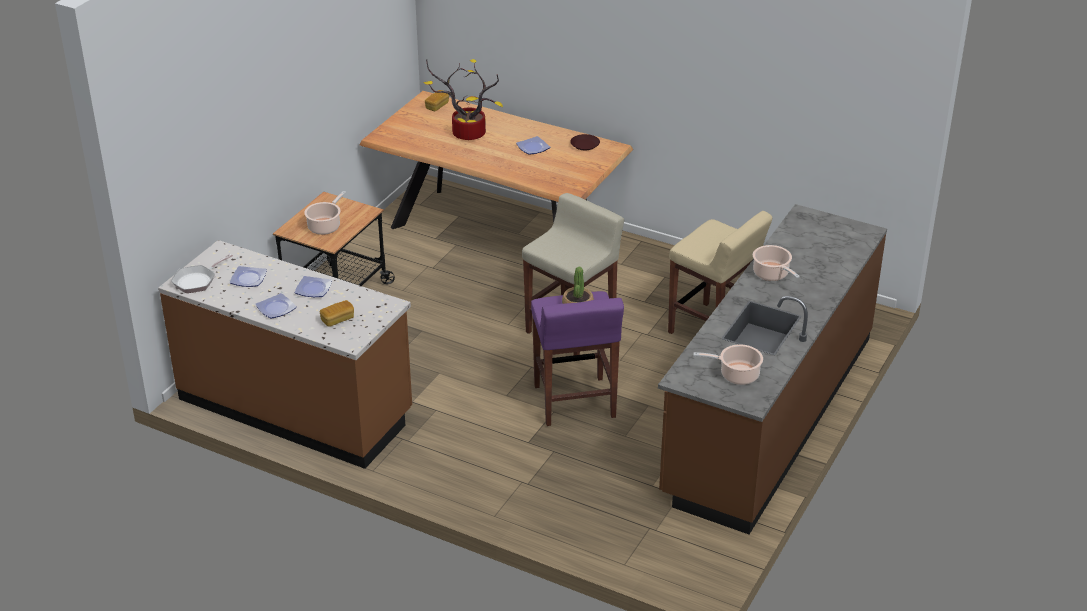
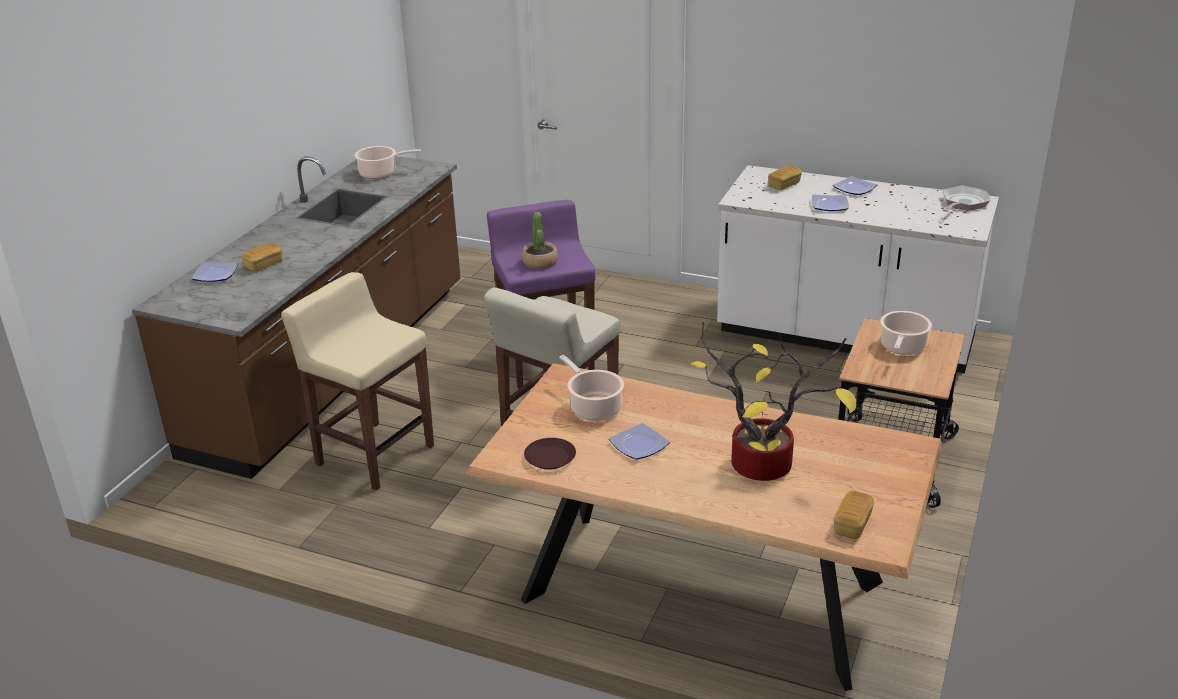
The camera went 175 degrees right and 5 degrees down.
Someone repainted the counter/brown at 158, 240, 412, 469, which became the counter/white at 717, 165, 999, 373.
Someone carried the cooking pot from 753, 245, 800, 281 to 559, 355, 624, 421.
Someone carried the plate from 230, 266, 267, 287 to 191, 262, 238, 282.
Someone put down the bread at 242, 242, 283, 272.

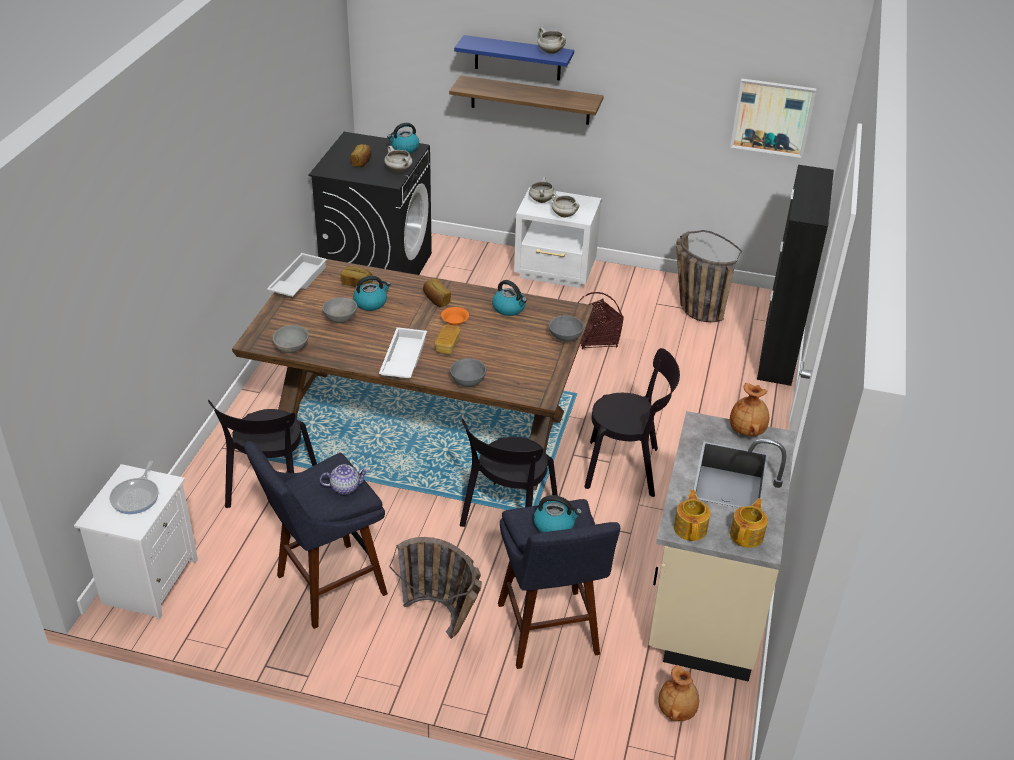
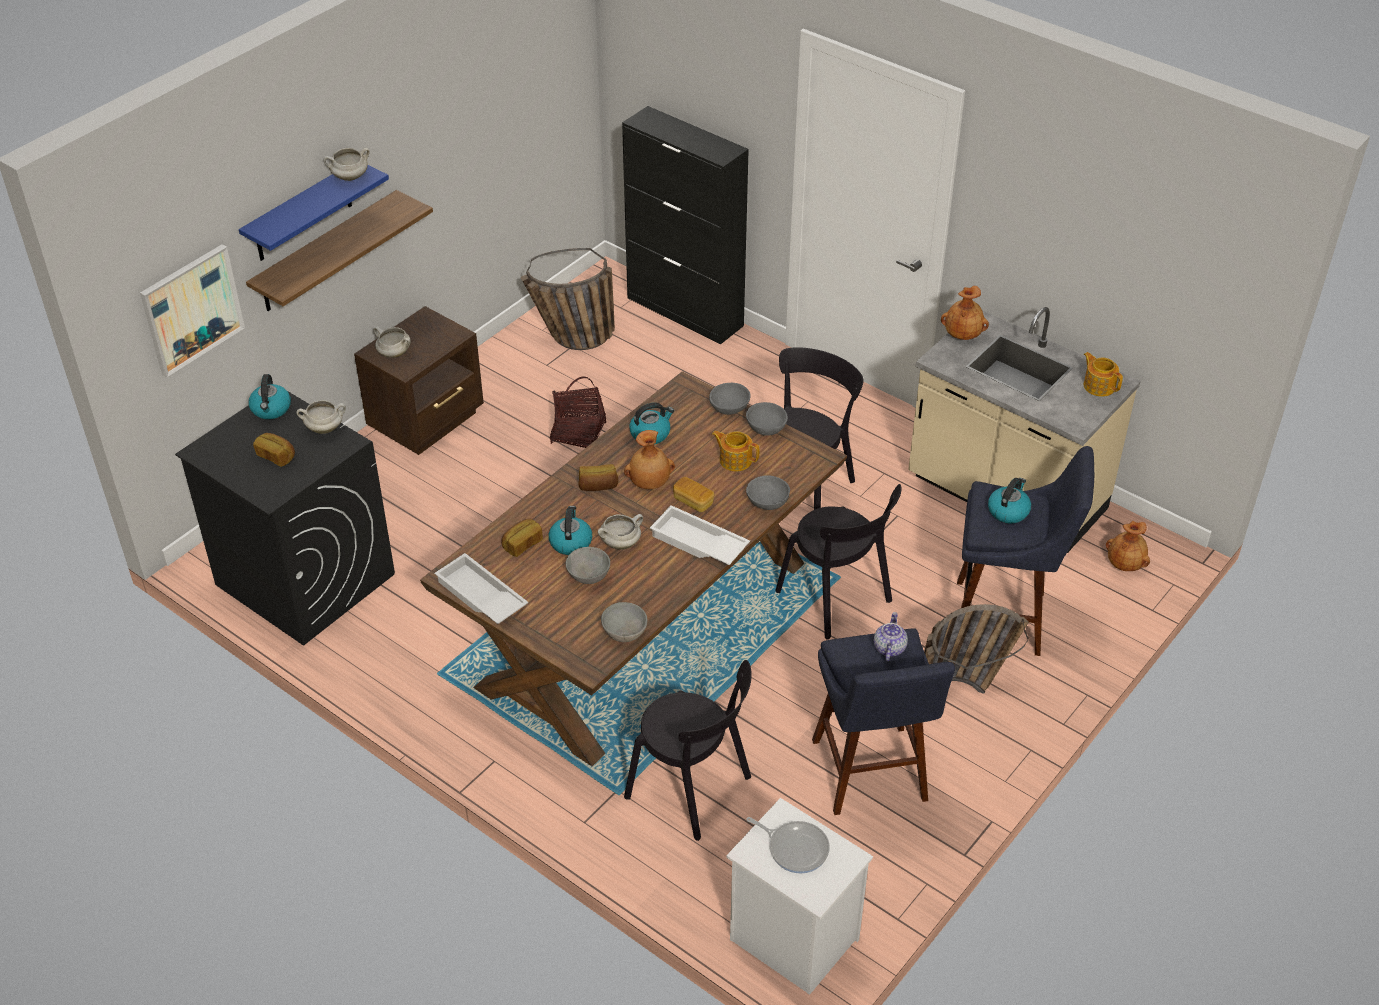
The camera went 65 degrees left and 5 degrees up.
Someone carried the picture from 730, 78, 816, 158 to 140, 244, 245, 377.
Someone repainted the nightstand/white at 514, 187, 602, 288, which became the nightstand/brown at 354, 306, 484, 455.
Someone carried the cooking pot/white from 551, 193, 579, 218 to 597, 514, 643, 550.
Someone swapped the bowl/orange at 441, 307, 469, 325 for the vase/brown at 624, 430, 675, 489.
Someone carried the teapot from 674, 490, 710, 541 to 712, 431, 759, 471.
Someone put down the bowl/grey at 746, 402, 788, 436.

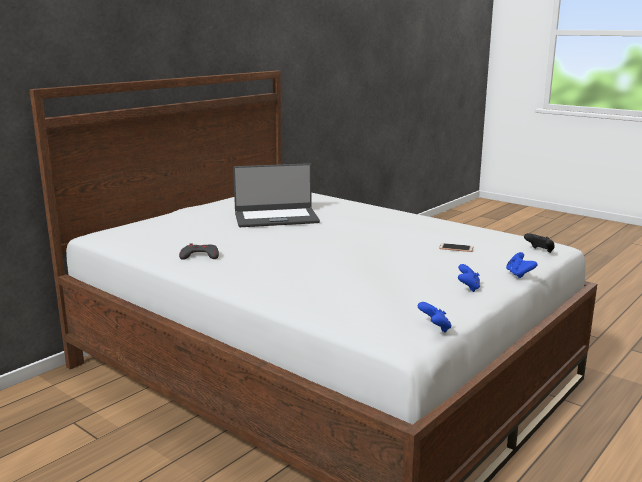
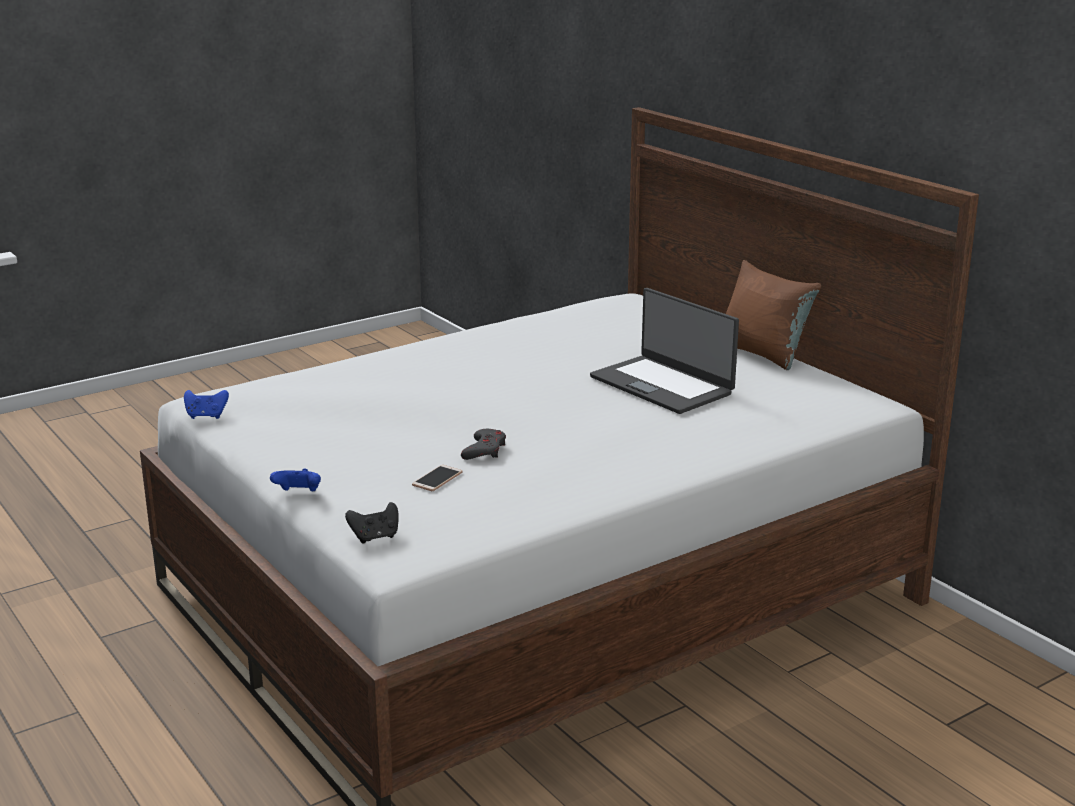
The camera went 105 degrees right and 5 degrees up.
Someone rotated the laptop at 233, 163, 320, 227 by 45 degrees counterclockwise.
Someone carried the game controller/grey from 179, 243, 219, 260 to 461, 429, 506, 460.
Someone took away the game controller/blue at 458, 264, 480, 292.
Someone put down the pillow/brown at 726, 260, 821, 370.

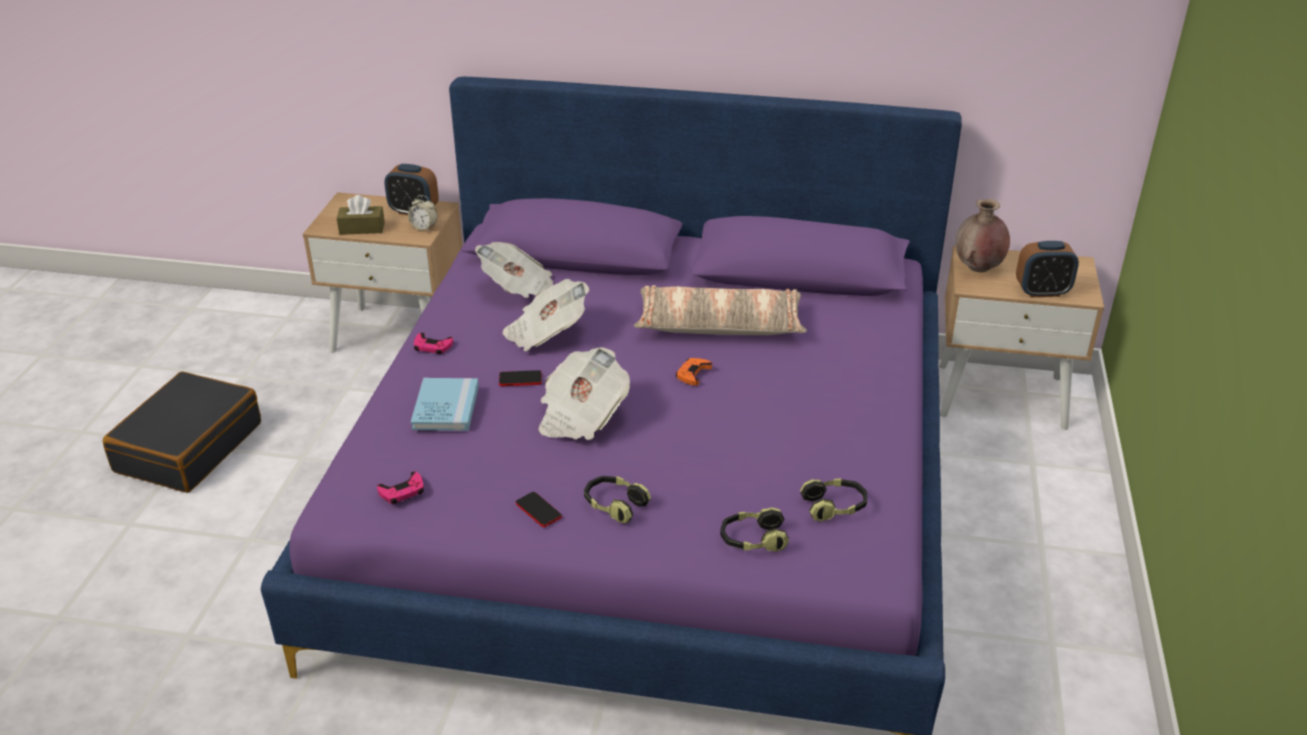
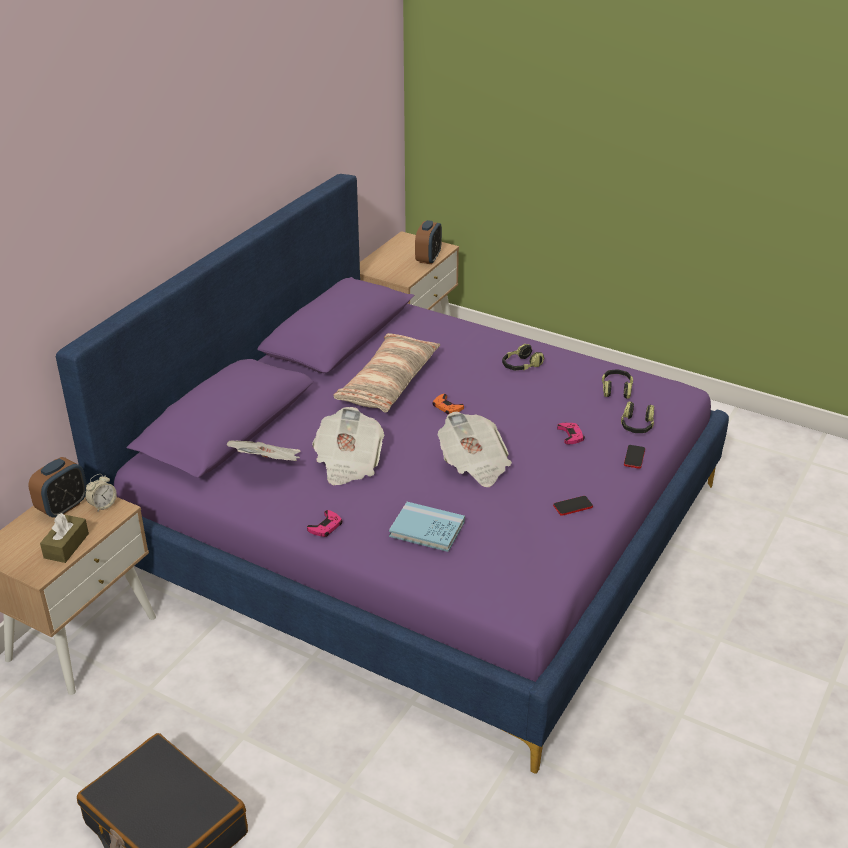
The camera went 70 degrees left and 0 degrees up.
Someone took away the vase/brown at 956, 199, 1010, 272.
Someone carried the phone from 499, 370, 542, 386 to 624, 445, 645, 469.
Someone carried the game controller/pink from 377, 471, 424, 504 to 557, 423, 585, 444.
Someone carried the headphones from 584, 476, 651, 523 to 502, 344, 545, 370.

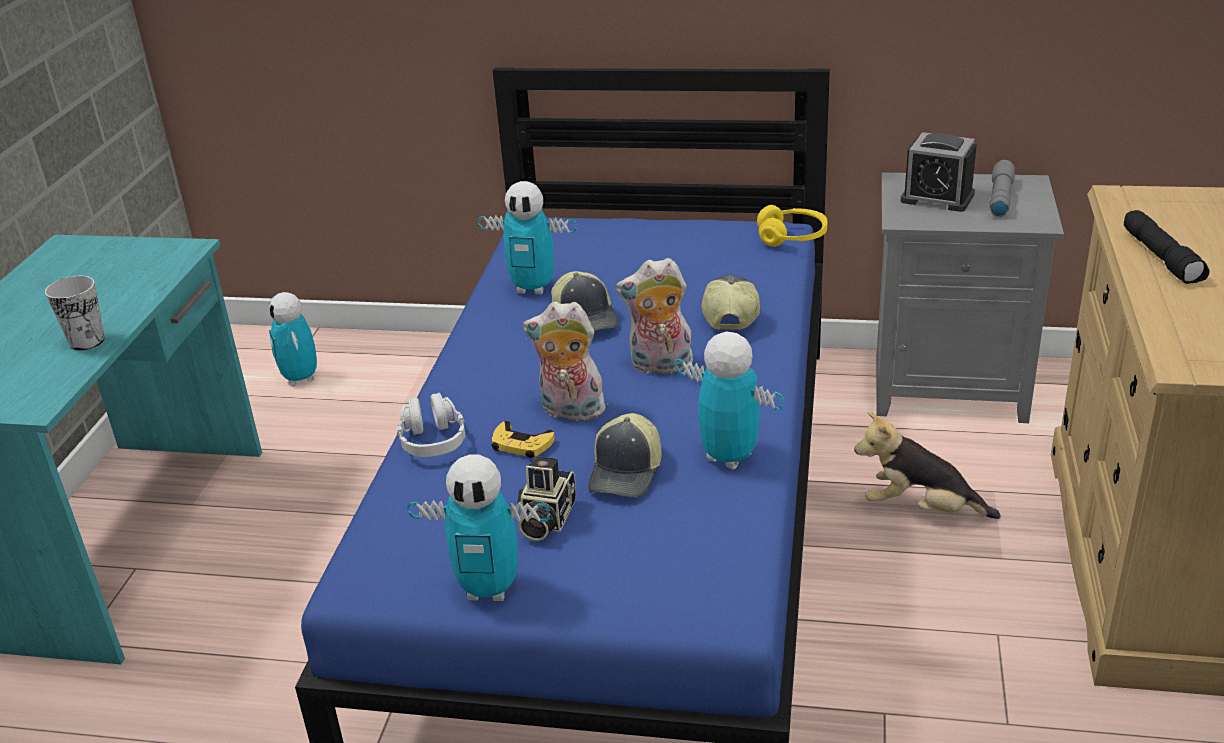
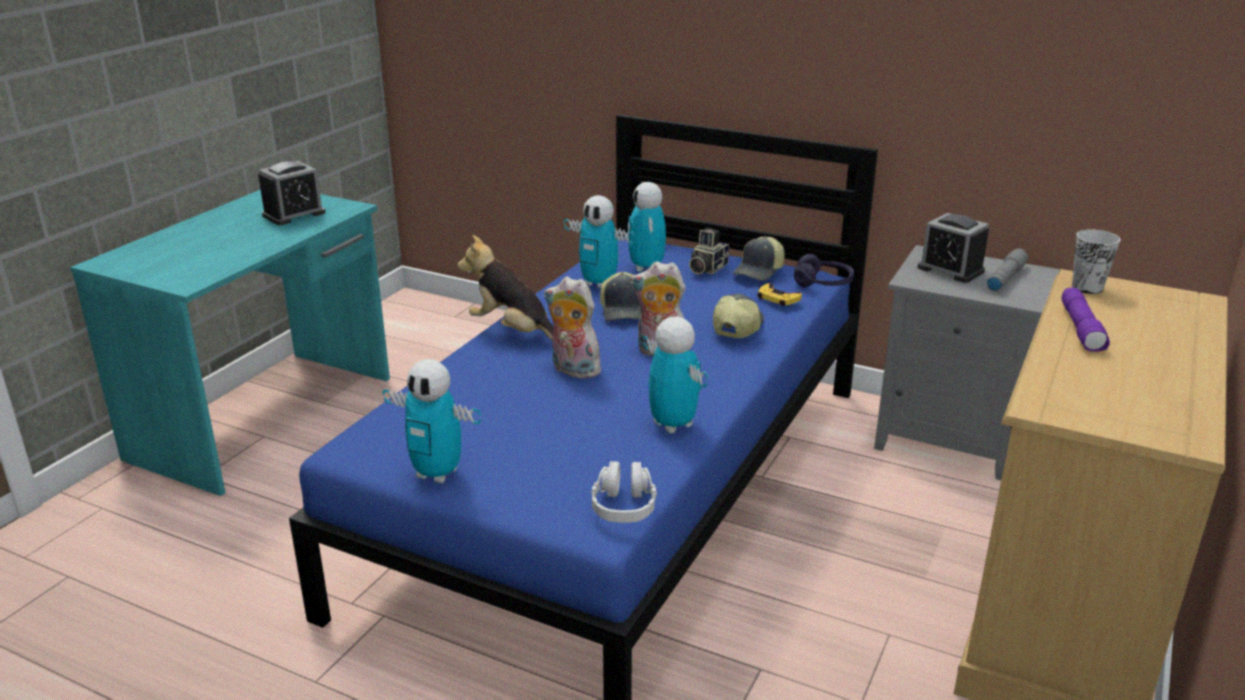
The camera went 15 degrees right and 5 degrees down.
Someone repainted the headphones/yellow at 757, 205, 827, 247, which became the headphones/purple at 794, 254, 854, 287.
Someone repainted the flashlight/black at 1124, 210, 1210, 284, which became the flashlight/purple at 1061, 288, 1110, 352.
Someone carried the cup from 45, 276, 105, 351 to 1072, 229, 1121, 294.
Someone carried the toy robot from 269, 292, 317, 386 to 628, 182, 666, 272.
Someone carried the headphones/grey from 397, 393, 465, 457 to 591, 461, 657, 523.
Someone carried the plush toy from 854, 412, 1000, 519 to 458, 235, 553, 340.
Someone carried the cap from 588, 413, 661, 497 to 733, 236, 785, 281.
Someone carried the game controller/yellow from 491, 421, 555, 458 to 757, 283, 802, 306.
Someone carried the photo camera from 517, 456, 576, 541 to 689, 228, 729, 274.
Someone put down the alarm clock at 258, 161, 326, 225.

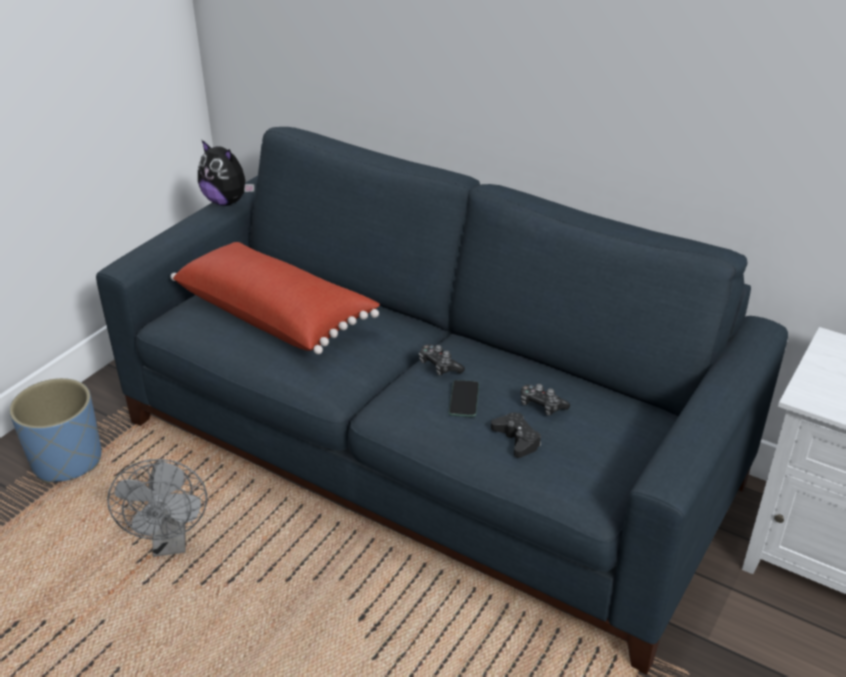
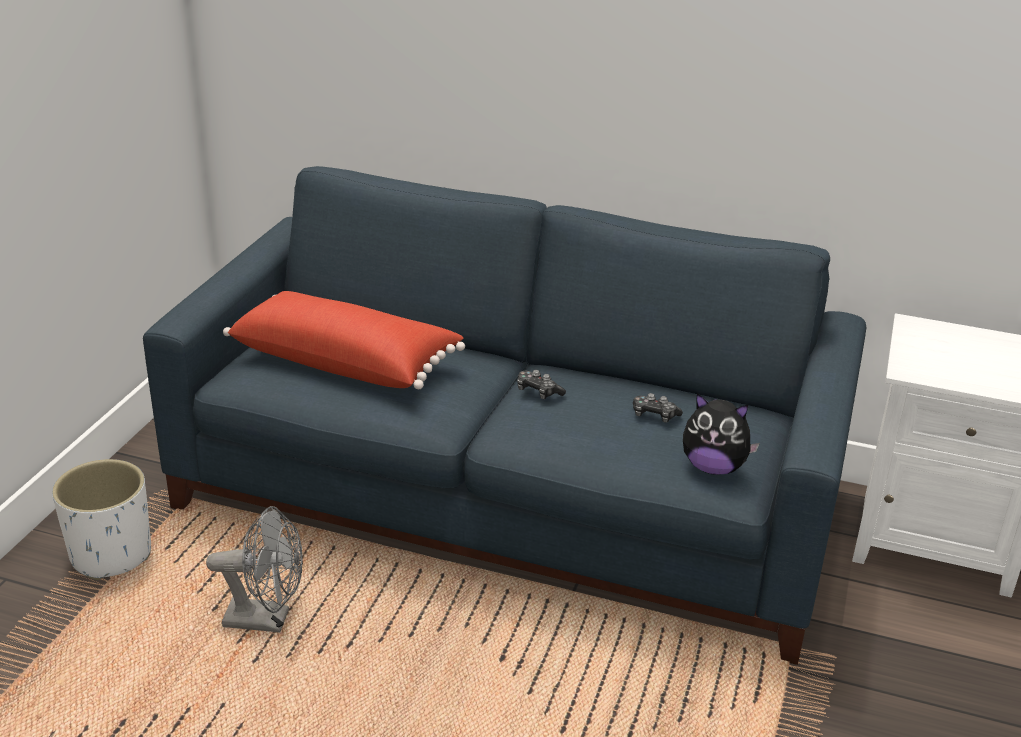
The camera went 15 degrees left and 5 degrees down.
Someone carried the plush toy from 198, 139, 254, 206 to 683, 393, 760, 475.
Someone repainted the planter/blue at 9, 378, 101, 483, which became the planter/white at 52, 459, 151, 580.
Someone took away the phone at 449, 380, 479, 417.
Someone took away the game controller/black at 491, 412, 541, 458.
Someone rotated the fan/grey at 107, 459, 207, 557 by 60 degrees counterclockwise.

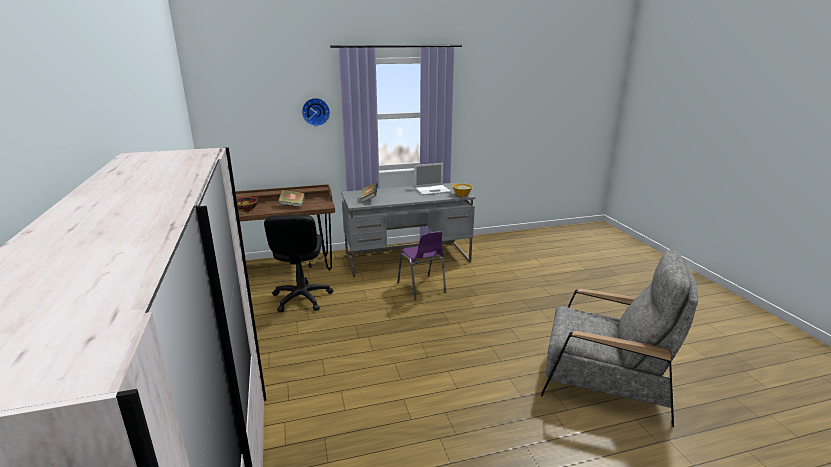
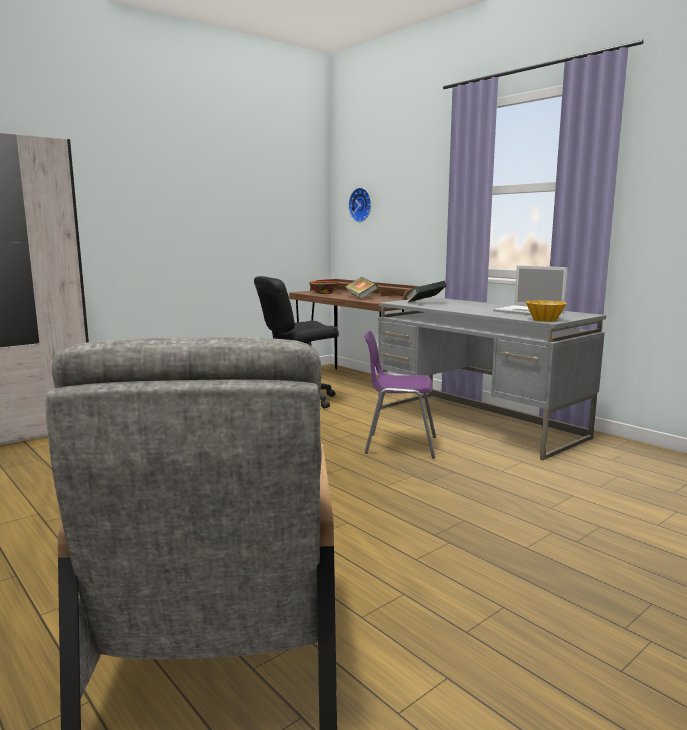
The camera went 65 degrees right and 10 degrees down.
Someone carried the wall clock from 302, 98, 330, 126 to 348, 188, 371, 222.
Someone rotated the chair/purple at 397, 231, 446, 300 by 60 degrees clockwise.

